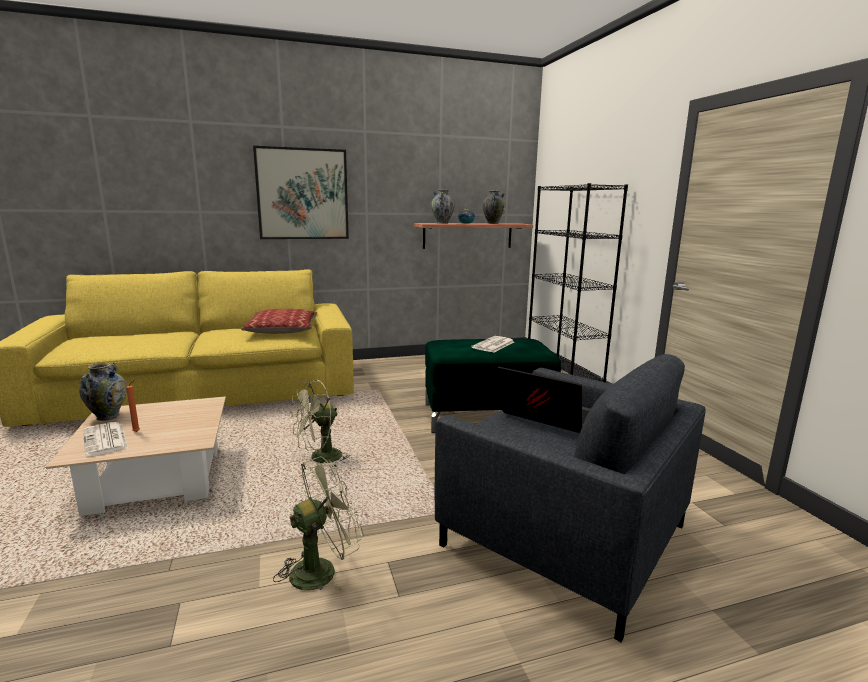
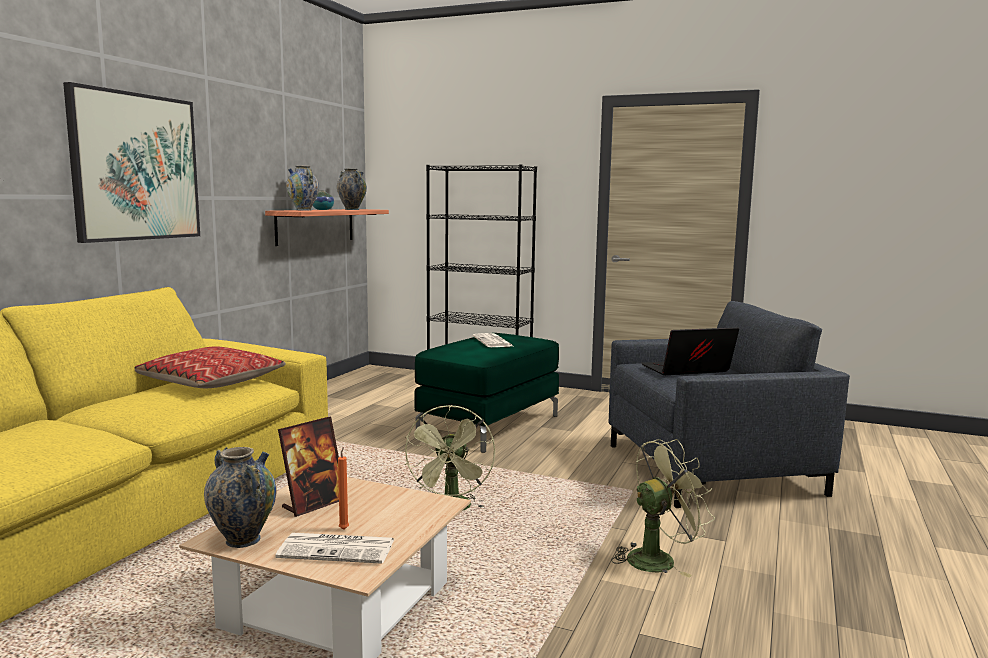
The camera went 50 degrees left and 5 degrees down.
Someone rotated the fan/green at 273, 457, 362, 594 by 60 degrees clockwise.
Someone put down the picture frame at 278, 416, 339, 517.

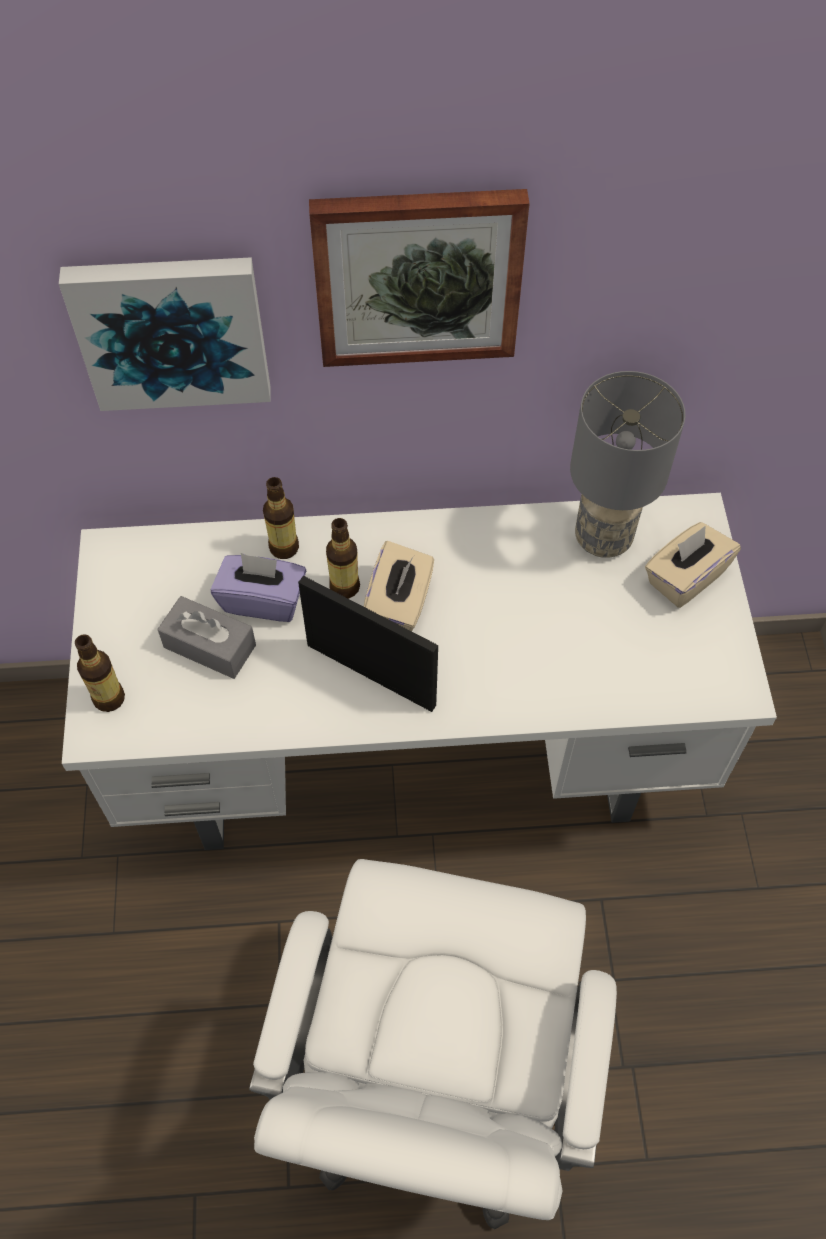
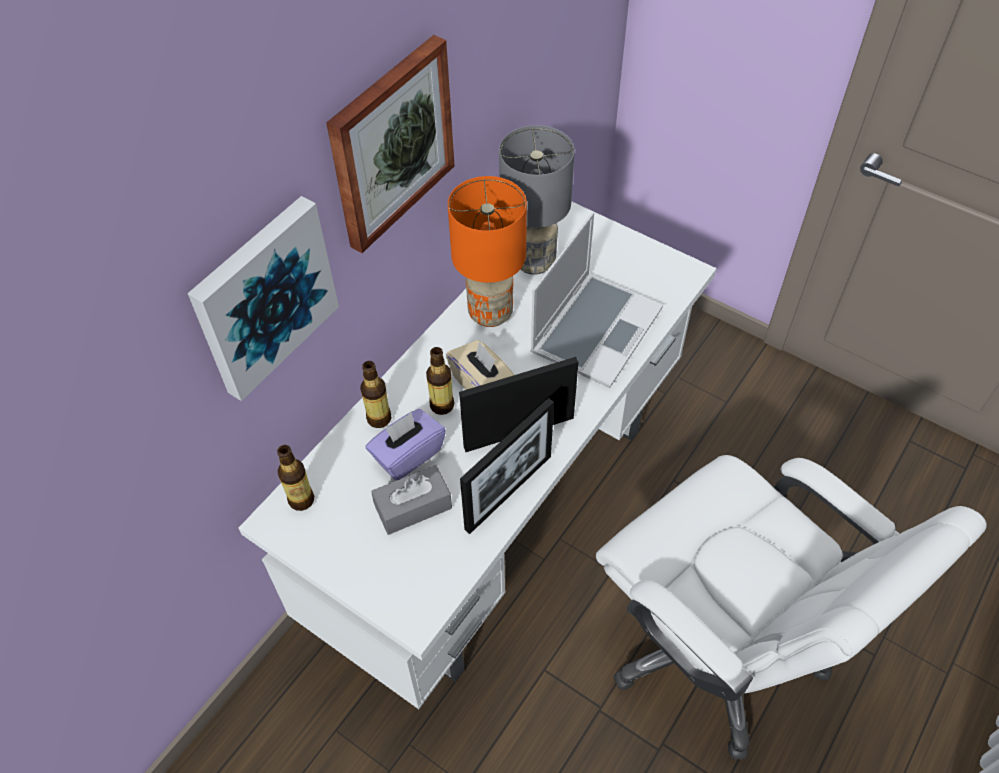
The camera went 50 degrees left and 5 degrees down.
Someone took away the tissue box/beige at 645, 522, 741, 608.
Someone carried the bottle from 75, 634, 125, 712 to 277, 445, 314, 511.
Someone put down the table lamp/orange at 448, 176, 527, 327.
Someone put down the laptop at 530, 212, 663, 388.
Someone put down the picture frame at 460, 398, 554, 534.

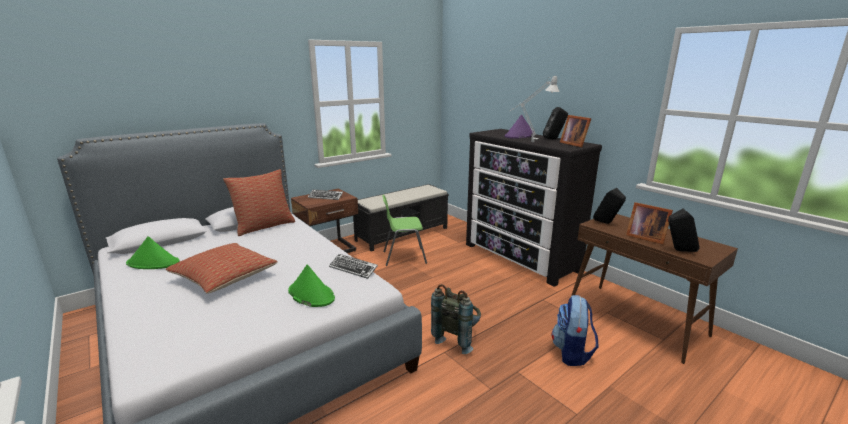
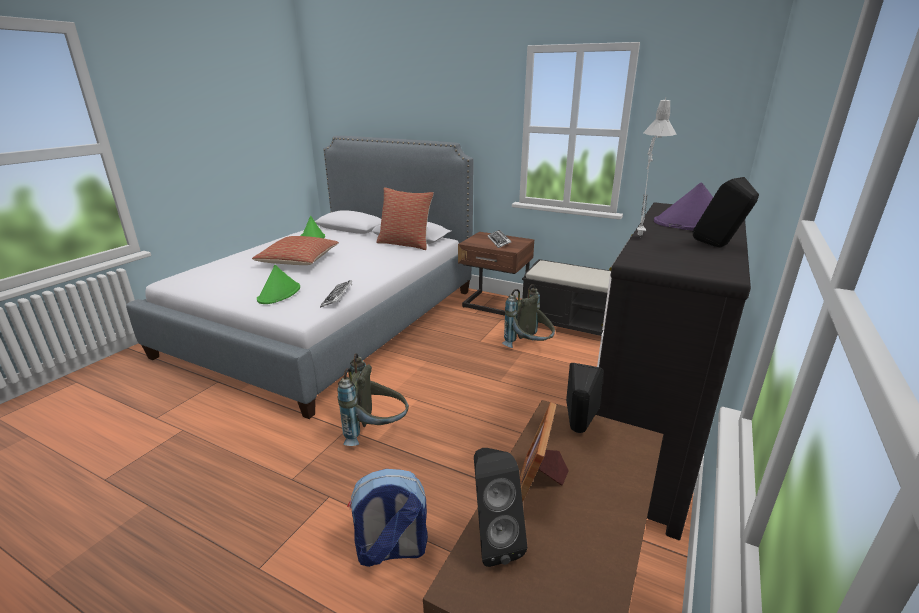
The camera went 65 degrees right and 5 degrees up.
Someone took away the picture frame at 560, 115, 591, 147.
Someone swapped the chair/green at 382, 195, 427, 266 for the backpack/grey at 502, 284, 555, 348.

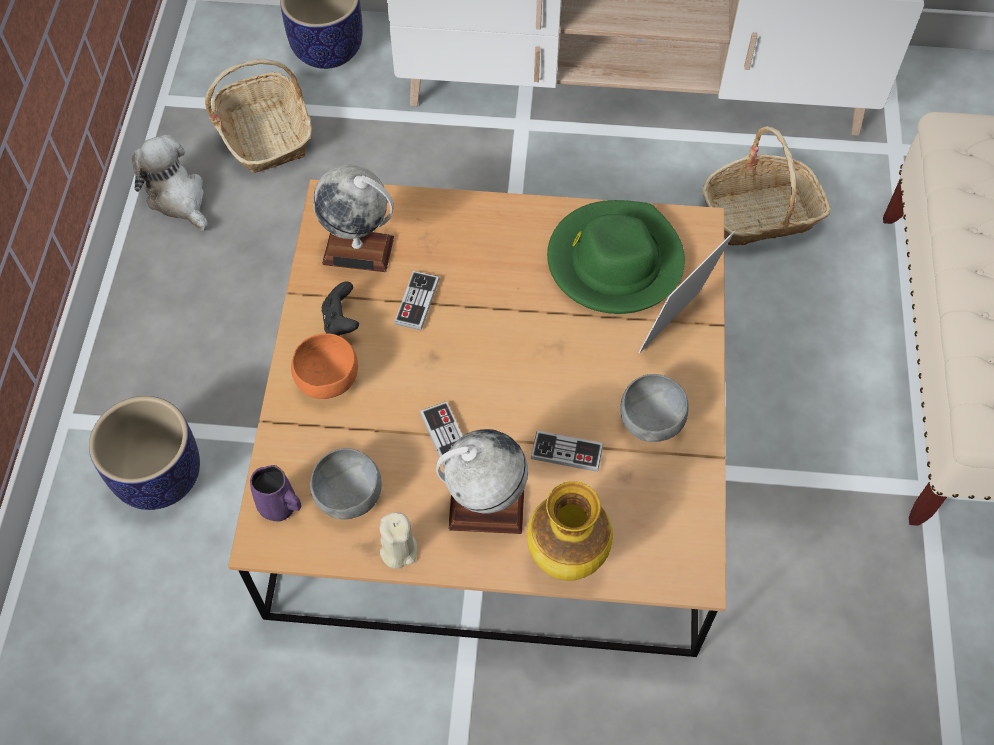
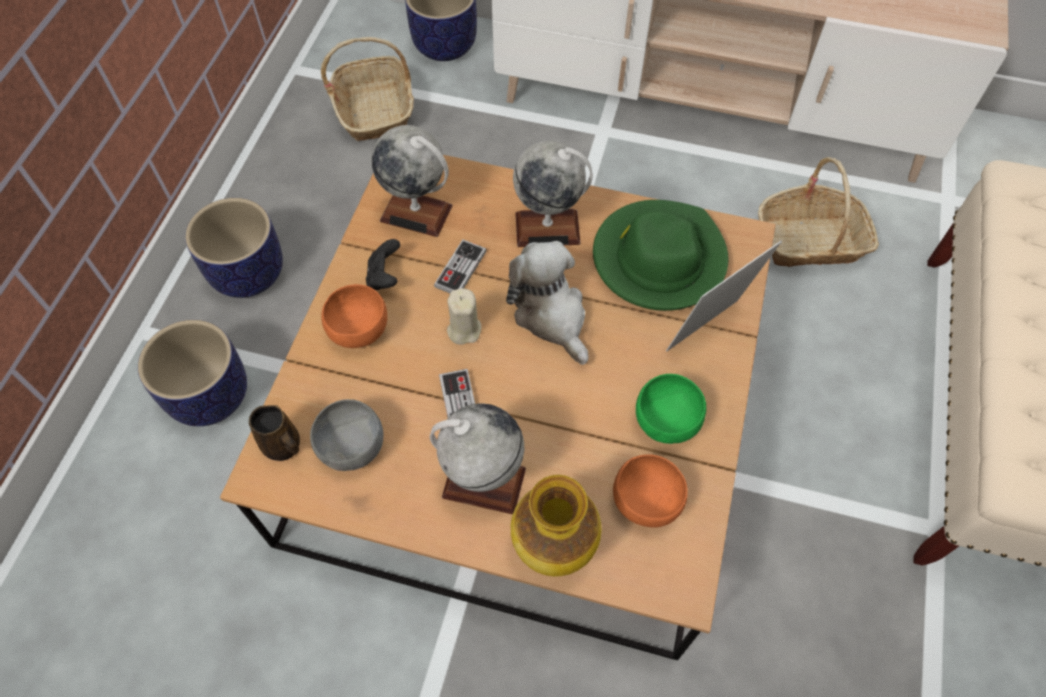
The camera went 10 degrees right and 0 degrees up.
Someone carried the plush toy from 132, 135, 208, 231 to 506, 241, 588, 365.
Someone repainted the bowl/grey at 620, 374, 689, 442, which became the bowl/green at 636, 374, 706, 444.
Someone took away the game controller at 531, 431, 603, 472.
Someone repainted the mug/purple at 250, 465, 302, 521, which became the mug/brown at 249, 405, 300, 461.
Someone carried the candle/beige from 379, 512, 417, 569 to 447, 288, 481, 345.
Someone put down the globe at 513, 141, 593, 247.
Someone put down the planter at 185, 198, 283, 298.
Someone put down the bowl/orange at 613, 454, 688, 528.

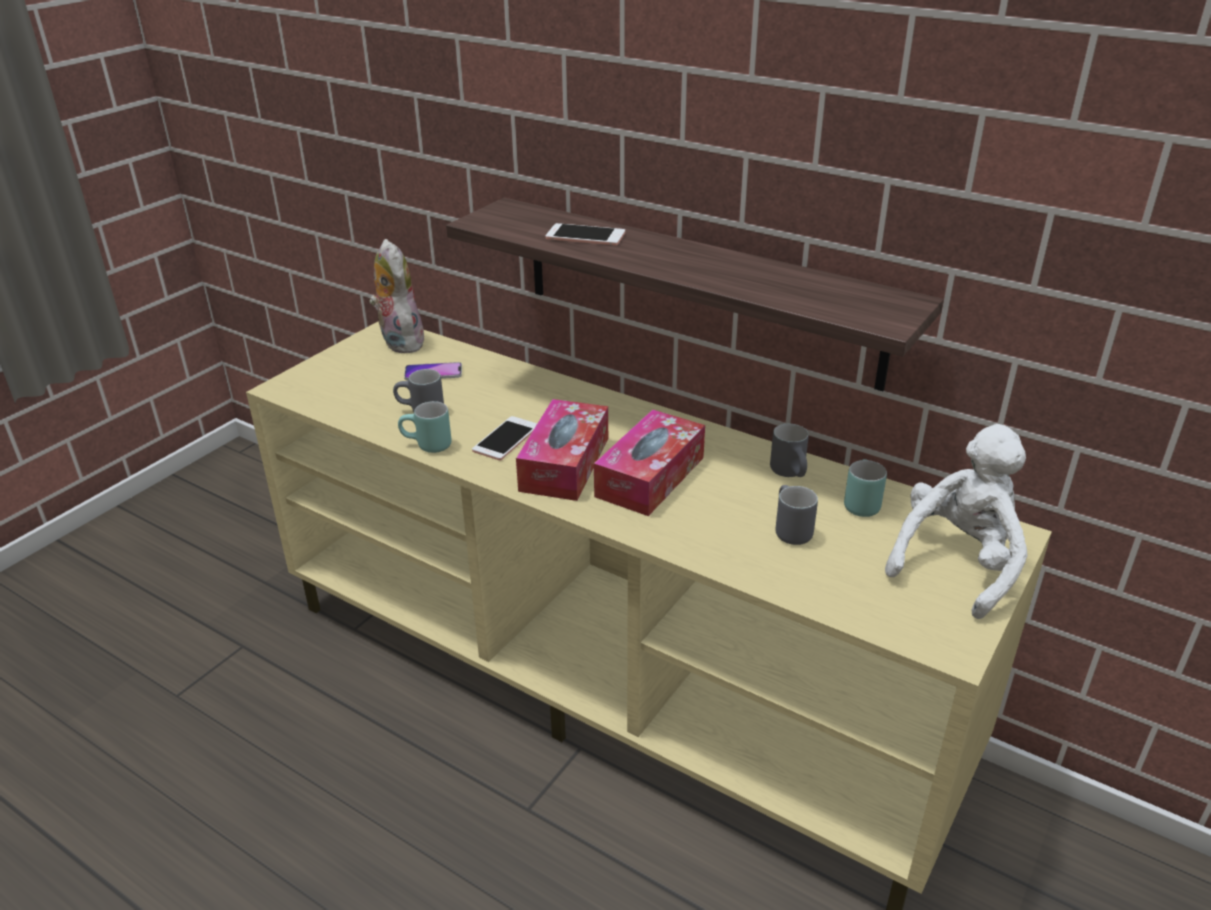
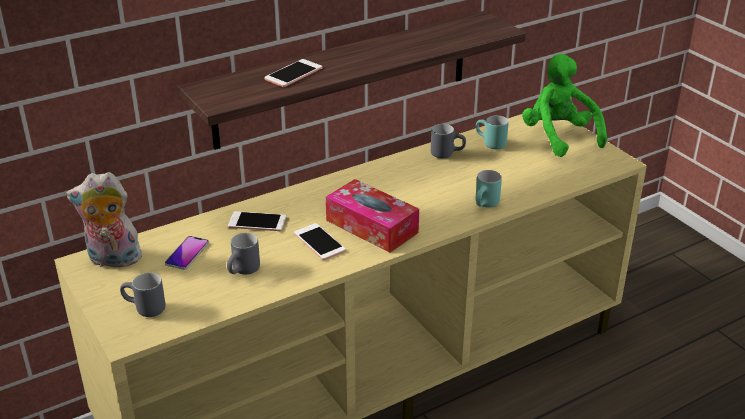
The camera went 65 degrees left and 0 degrees up.
Someone carried the mug/turquoise from 398, 401, 452, 453 to 476, 170, 502, 208.
Someone took away the tissue box at 594, 410, 705, 516.
Someone repainted the plush toy/white at 885, 424, 1027, 619, which became the plush toy/green at 522, 54, 607, 157.
Someone carried the mug/grey from 775, 485, 818, 545 to 120, 273, 166, 317.
Someone put down the phone at 228, 211, 286, 231.

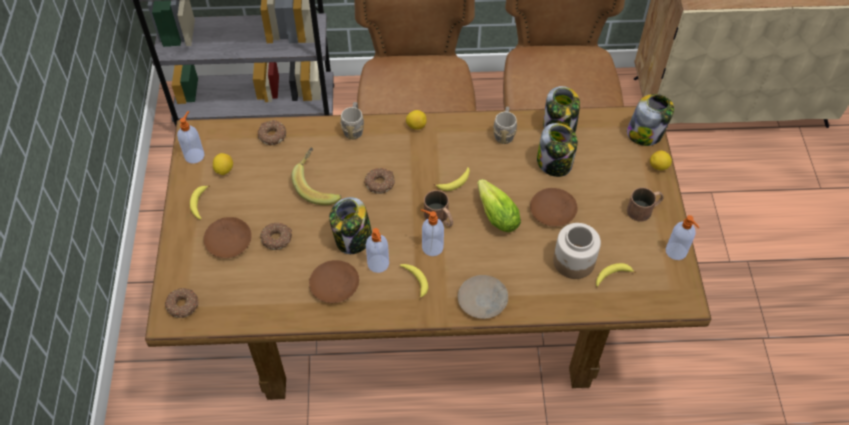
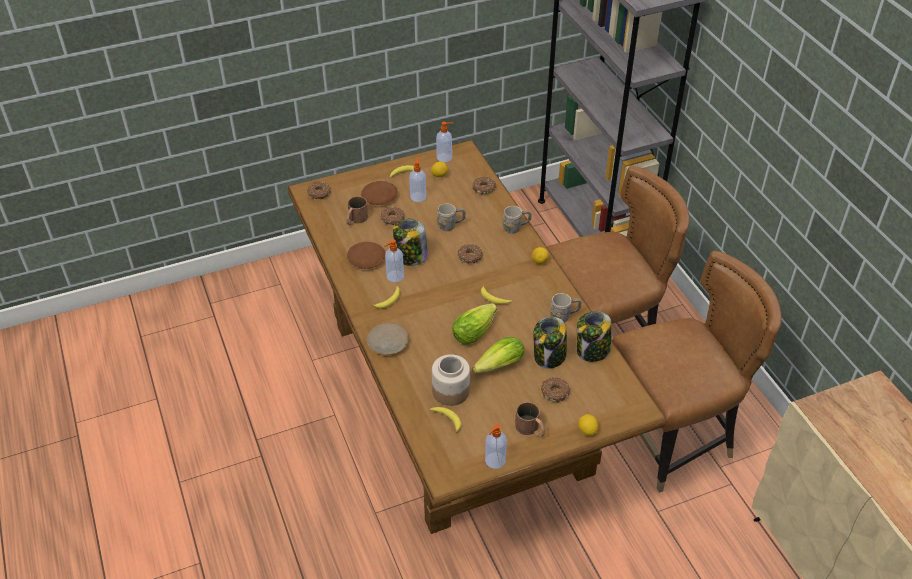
The camera went 70 degrees right and 10 degrees down.
Someone took away the jar at 627, 94, 674, 146.
Someone swapped the banana at 292, 147, 342, 205 for the mug/grey at 436, 203, 466, 231.
Someone swapped the plate/brown at 530, 188, 578, 226 for the lettuce at 472, 337, 524, 373.
Someone carried the mug/brown from 424, 190, 453, 227 to 346, 196, 368, 225.
Someone carried the soap dispenser from 421, 209, 444, 256 to 409, 156, 426, 202.
Someone put down the donut at 541, 377, 570, 402.

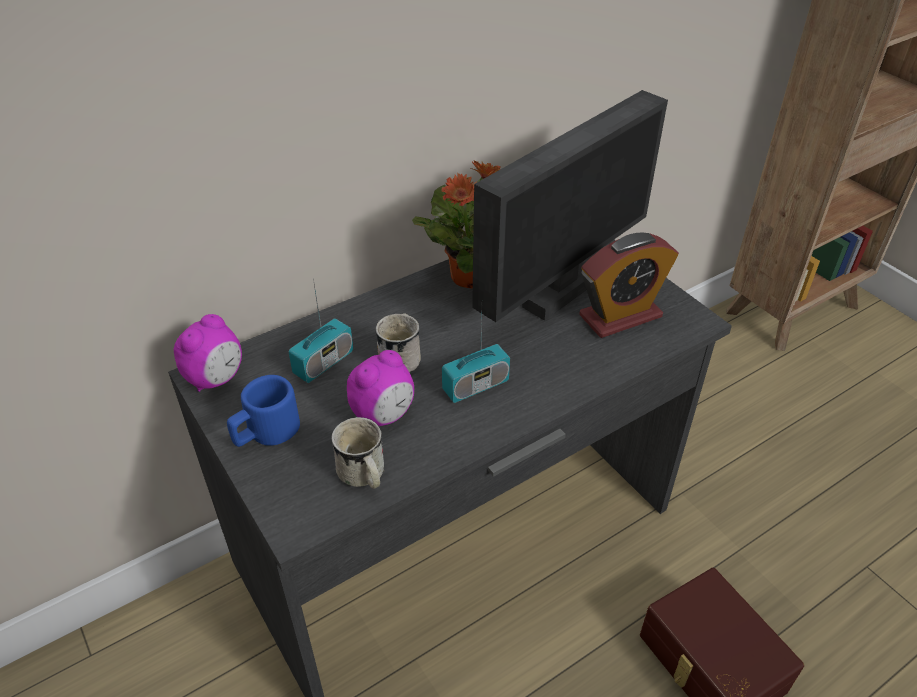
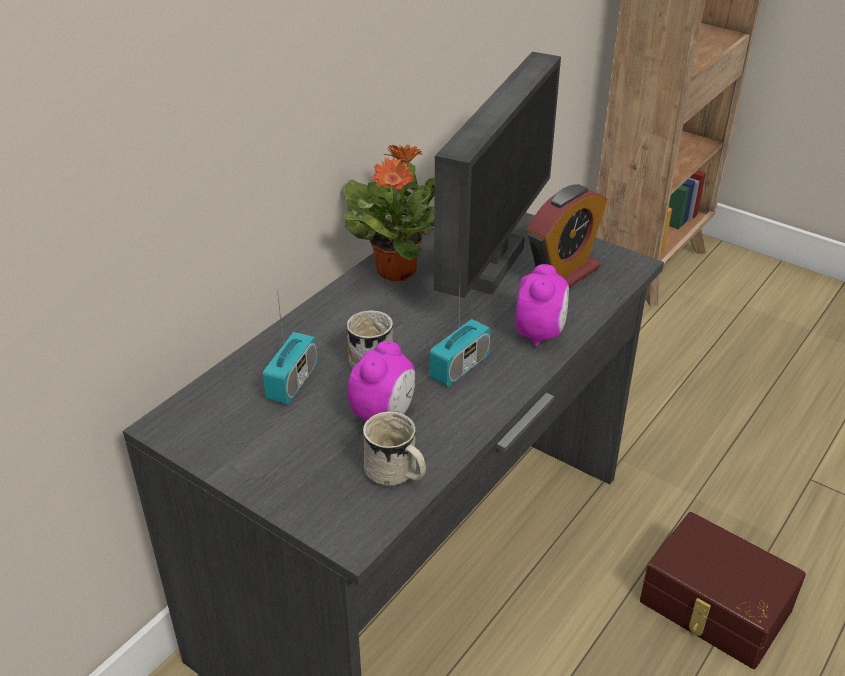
The camera went 20 degrees left and 5 degrees down.
Someone carried the alarm clock from 174, 314, 242, 392 to 515, 264, 569, 347.
Someone took away the mug/blue at 227, 375, 300, 447.

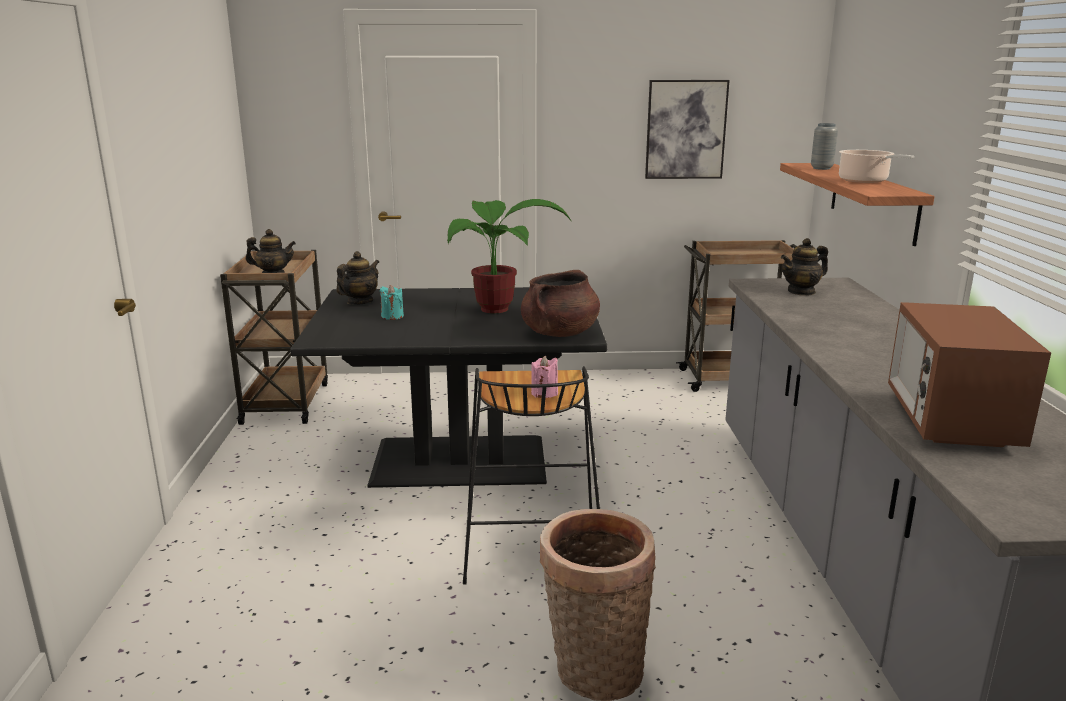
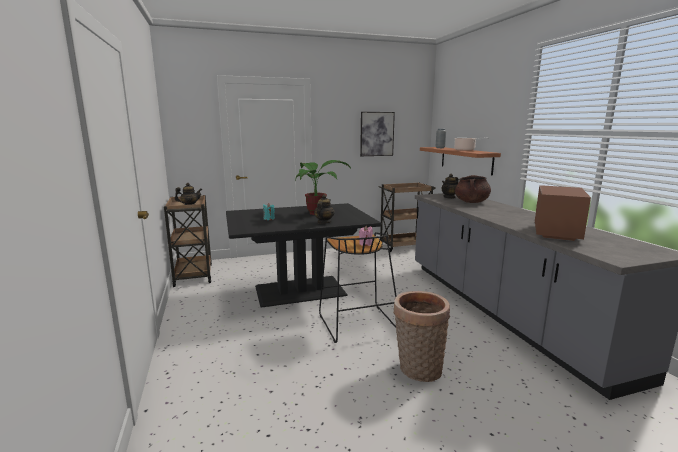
The camera went 15 degrees left and 5 degrees down.
Someone carried the teapot from 336, 251, 379, 305 to 314, 194, 335, 224.
Someone carried the cooking pot/brown from 521, 270, 600, 337 to 455, 175, 491, 203.
Someone rotated the microwave at 888, 302, 1051, 447 by 150 degrees counterclockwise.

